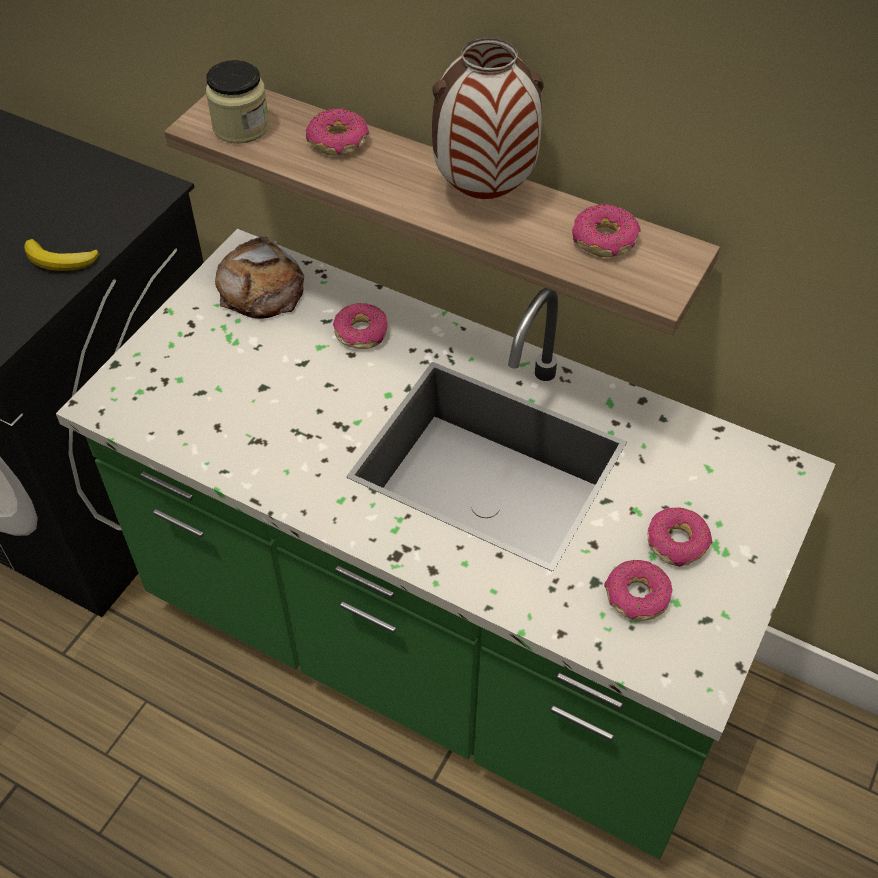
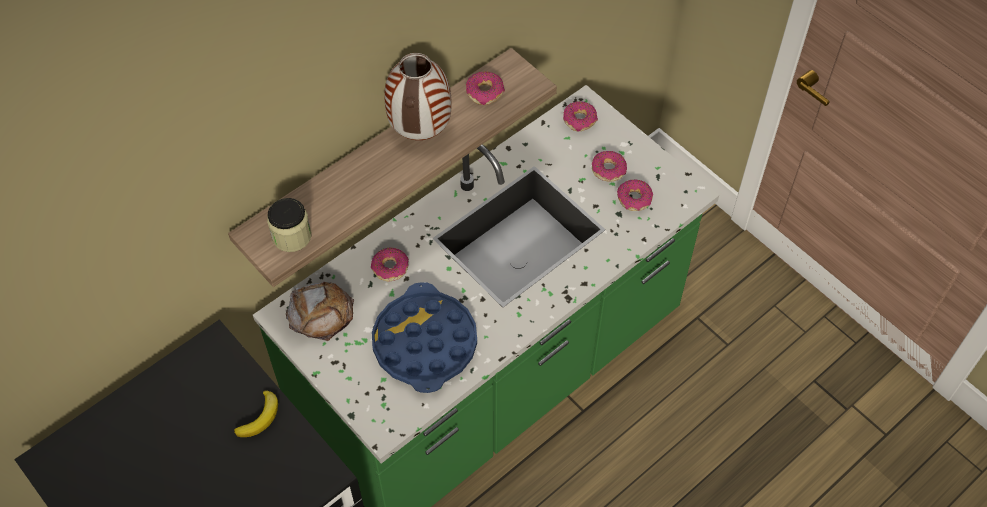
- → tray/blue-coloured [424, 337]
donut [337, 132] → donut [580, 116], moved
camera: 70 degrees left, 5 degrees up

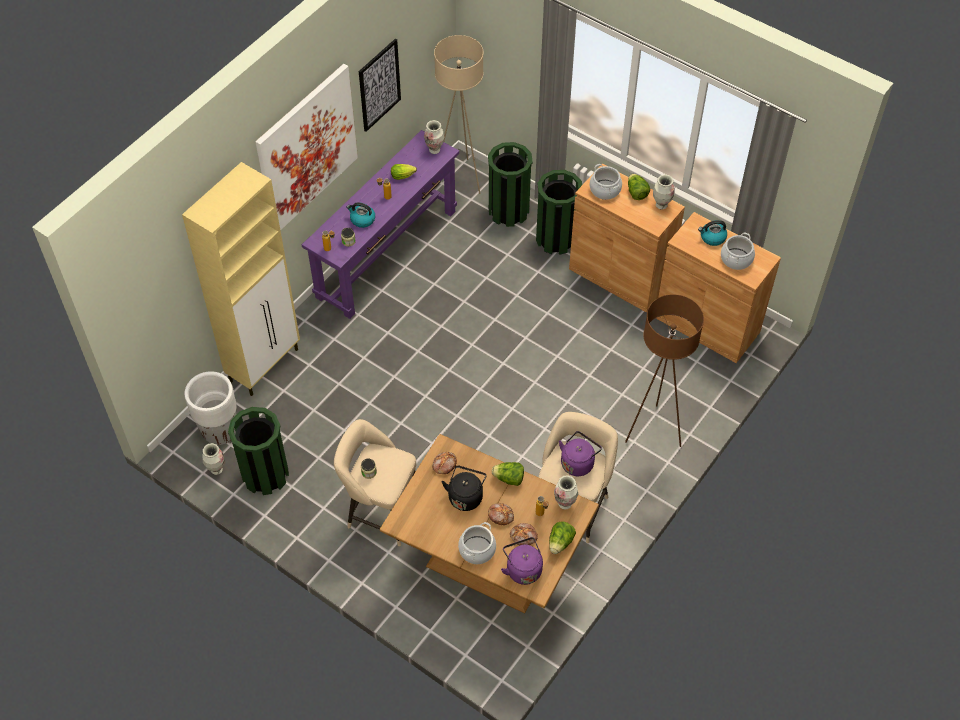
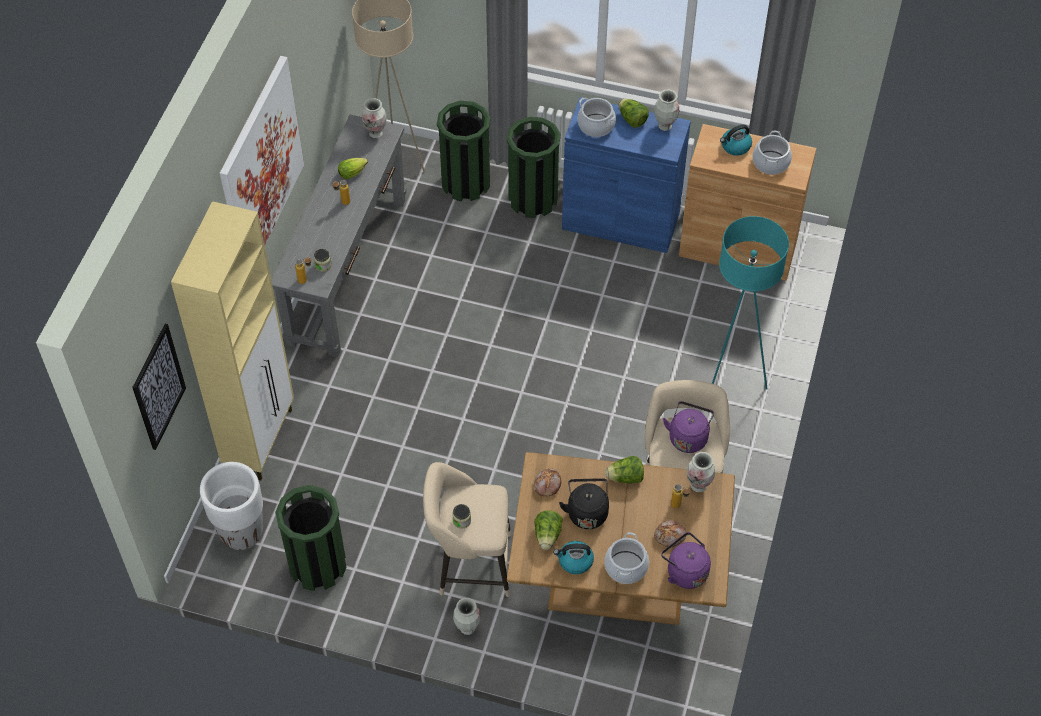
wall art [380, 85] → wall art [159, 387], moved
console table/purple [380, 224] → console table/grey [339, 236]
decorative vase [213, 459] → decorative vase [467, 616], moved
lettuce [562, 537] → lettuce [549, 530], moved
tea kettle [360, 215] → tea kettle [573, 557], moved
cupboard/brown-coloured [627, 237] → cupboard/blue-coloured [626, 175]
standard lamp/brown-coloured [664, 370] → standard lamp/turquoise-coloured [750, 303]
baked bread [501, 514] → -
camera: 20 degrees left, 0 degrees up

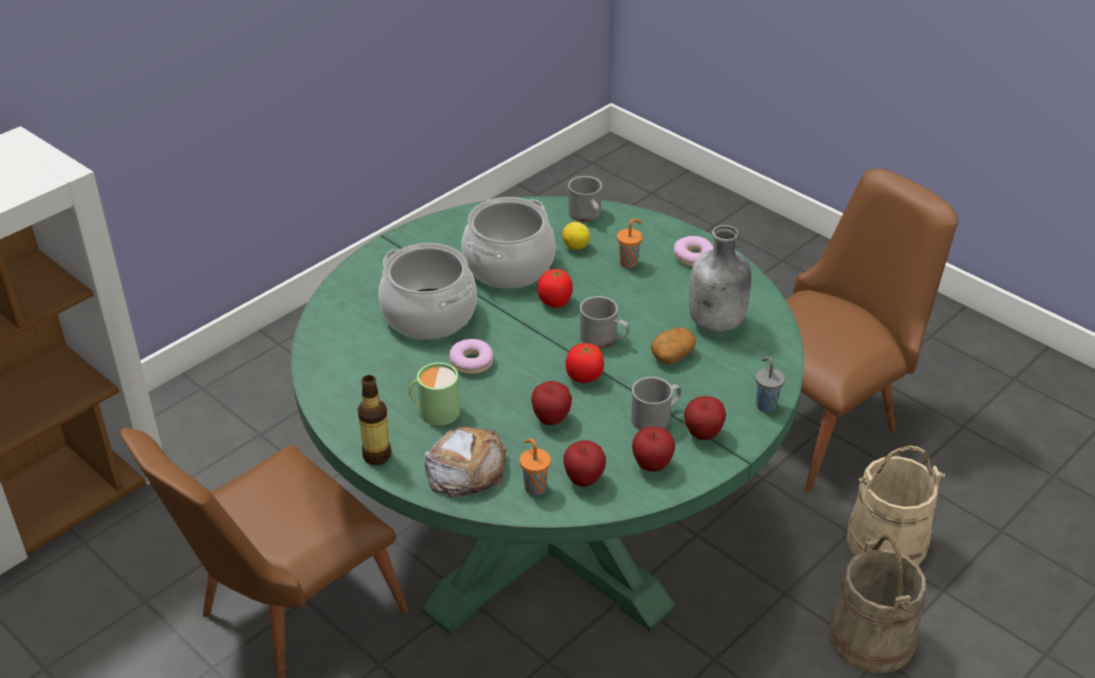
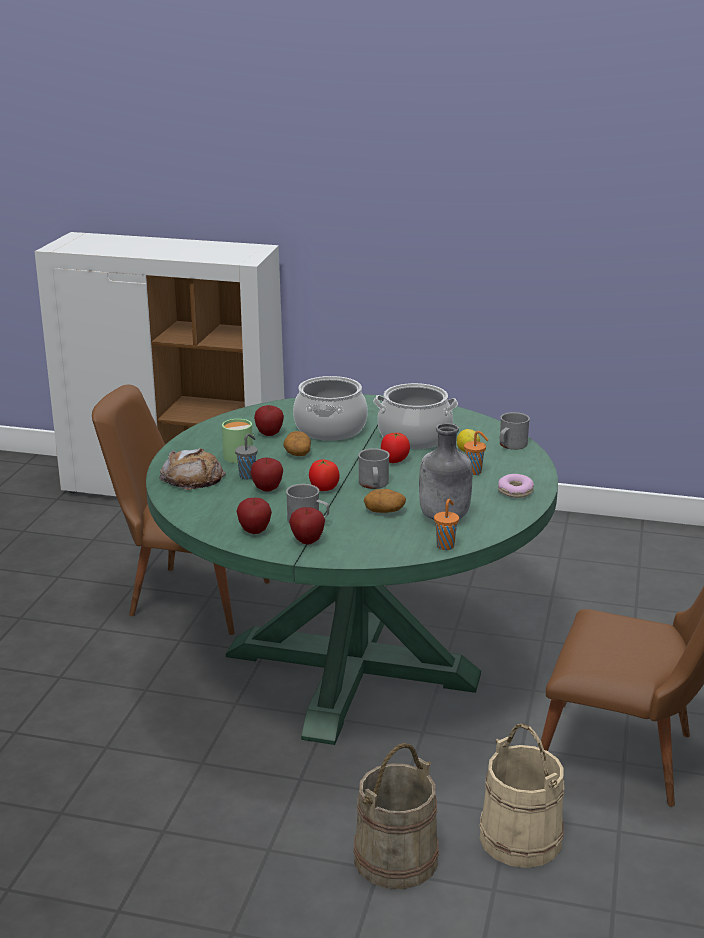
small cup/grey [770, 384] → small cup/grey [246, 456], moved
apple [584, 463] → apple [269, 420], moved
donut [471, 356] → spud [297, 443]
small cup/orange-coloured [535, 467] → small cup/orange-coloured [446, 524], moved
beverage bottle [374, 420] → -
camera: 60 degrees right, 15 degrees down

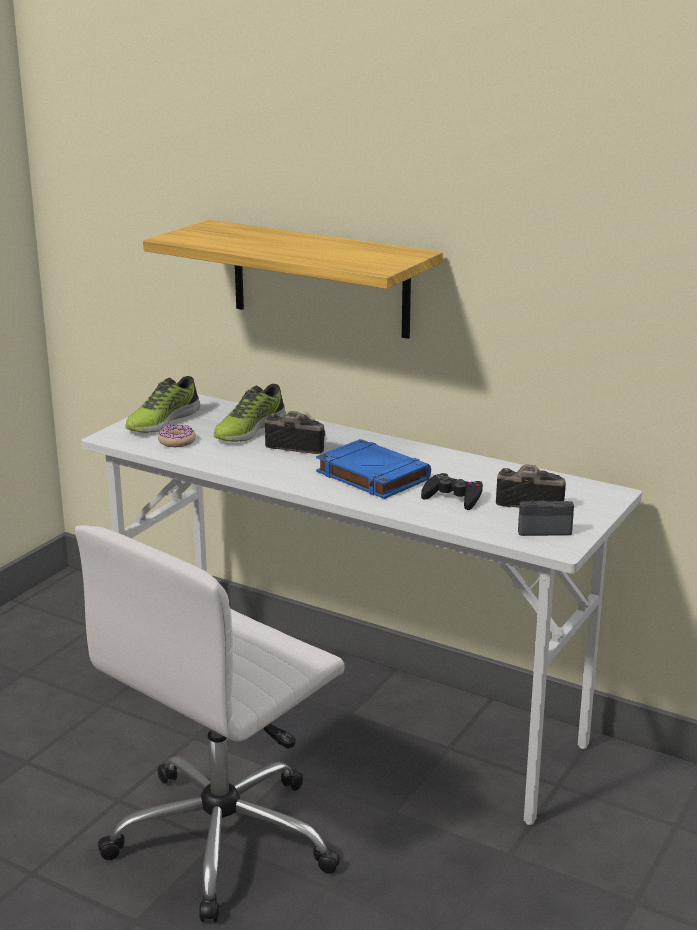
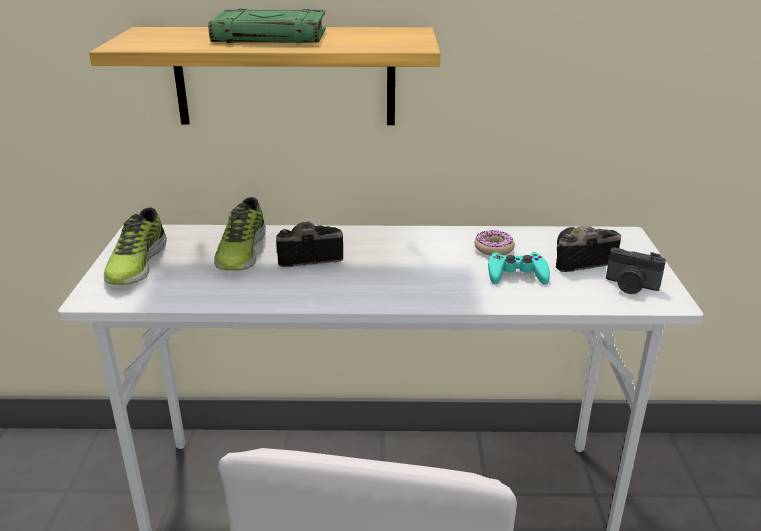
- → book/green [267, 26]
donut [177, 436] → donut [494, 243], moved
game controller/blackish [452, 491] → game controller/turquoise-coloured [519, 268]
photo camera [546, 518] → photo camera [636, 271], 120 degrees counterclockwise
book/blue-coloured [373, 469] → -
camera: 30 degrees left, 5 degrees up

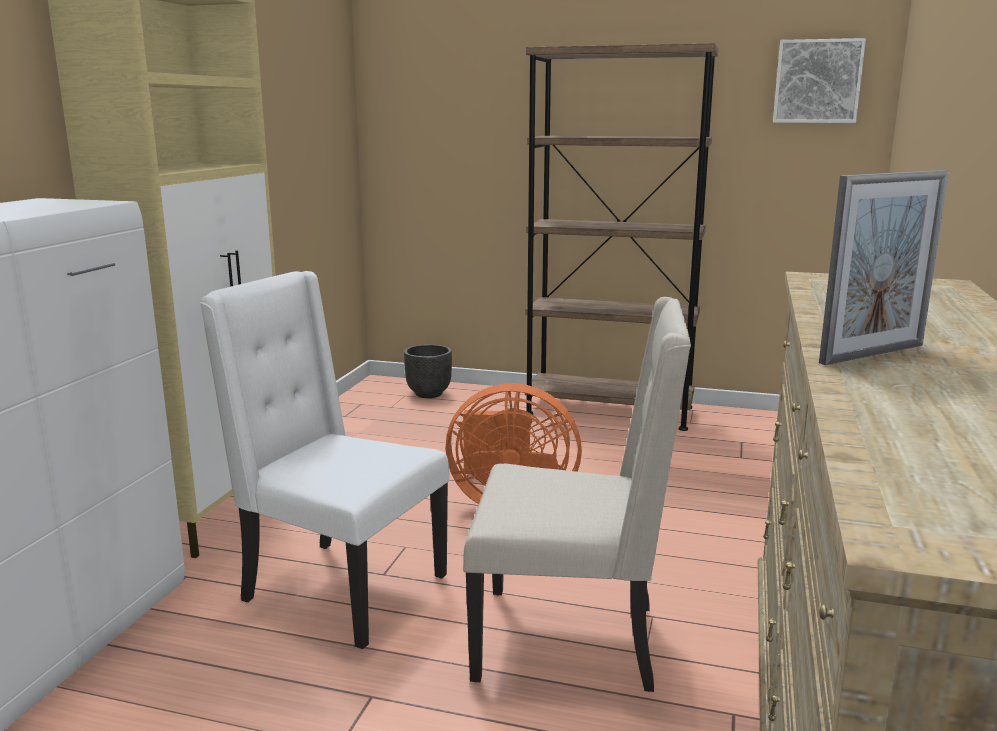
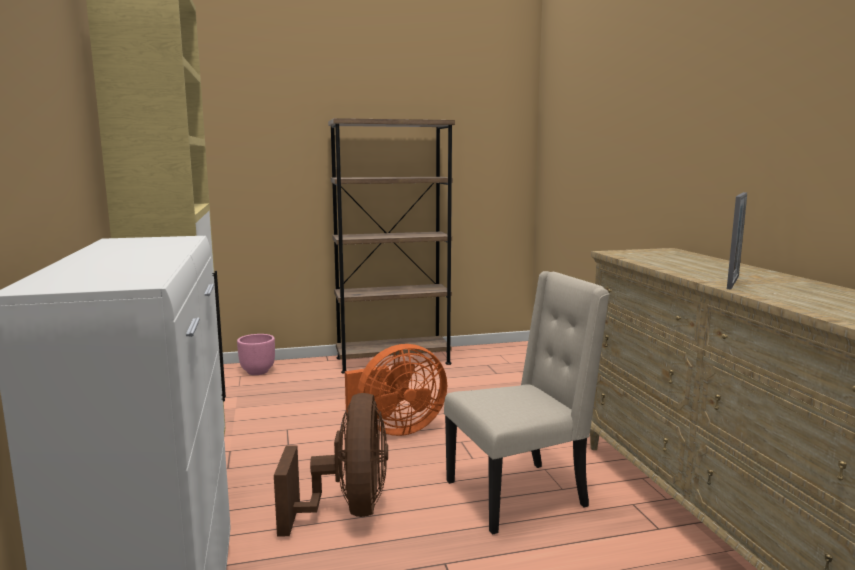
planter/blackish [428, 371] → planter/pink-coloured [256, 354]
chair/white-coloured [325, 460] → electric fan/brown-coloured [331, 465]
wall art [819, 80] → -
camera: 30 degrees left, 5 degrees down

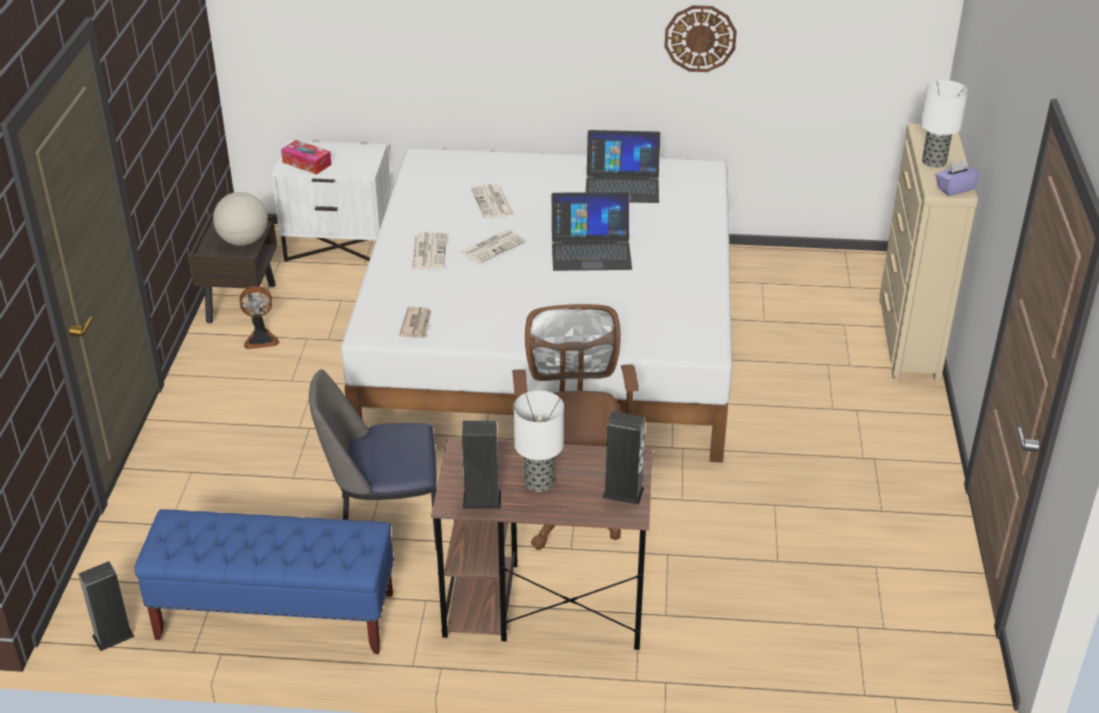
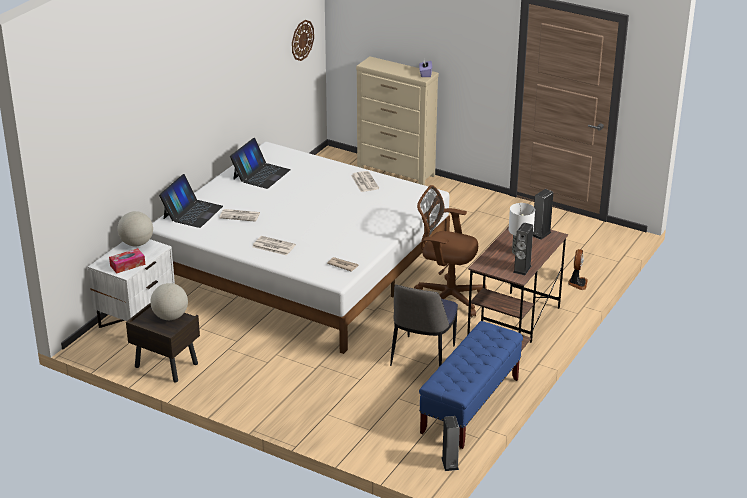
- → globe [135, 228]
portable computer [592, 231] → portable computer [191, 201], moved
clock on the wall [700, 38] → clock on the wall [303, 40], moved
printed paper [492, 246] → printed paper [365, 181], moved
electric fan [259, 317] → electric fan [578, 269], moved
tabletop lamp [944, 124] → -
camera: 65 degrees left, 5 degrees down

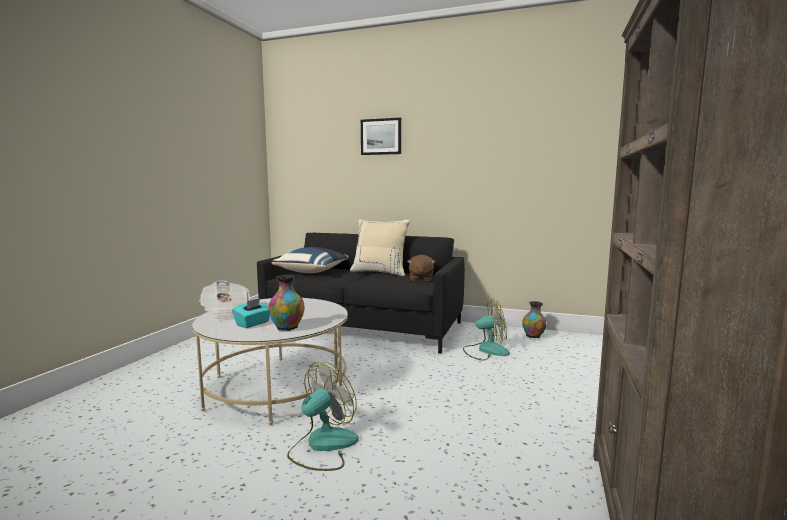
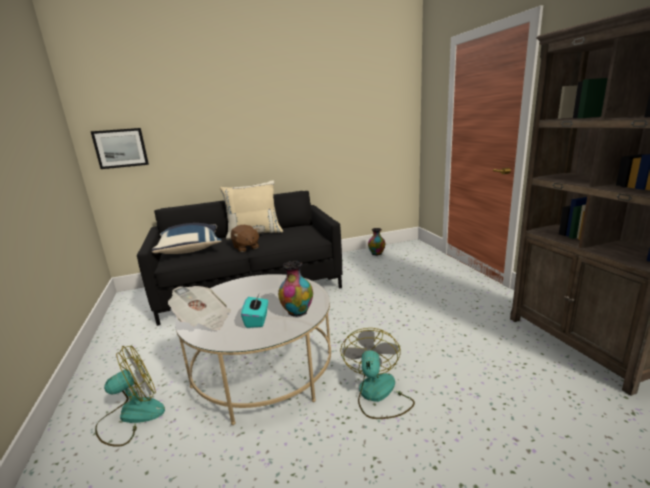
wall art [381, 136] → wall art [119, 148], moved
electric fan [486, 329] → electric fan [130, 396], moved
cuddly toy/brown-coloured [421, 268] → cuddly toy/brown-coloured [245, 238], moved
camera: 35 degrees left, 10 degrees up

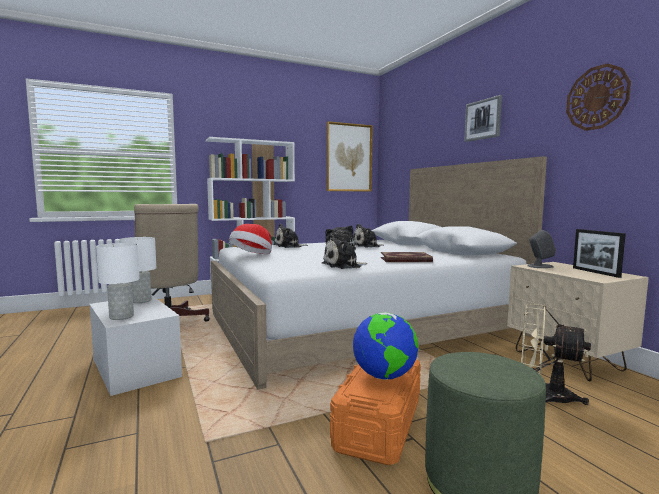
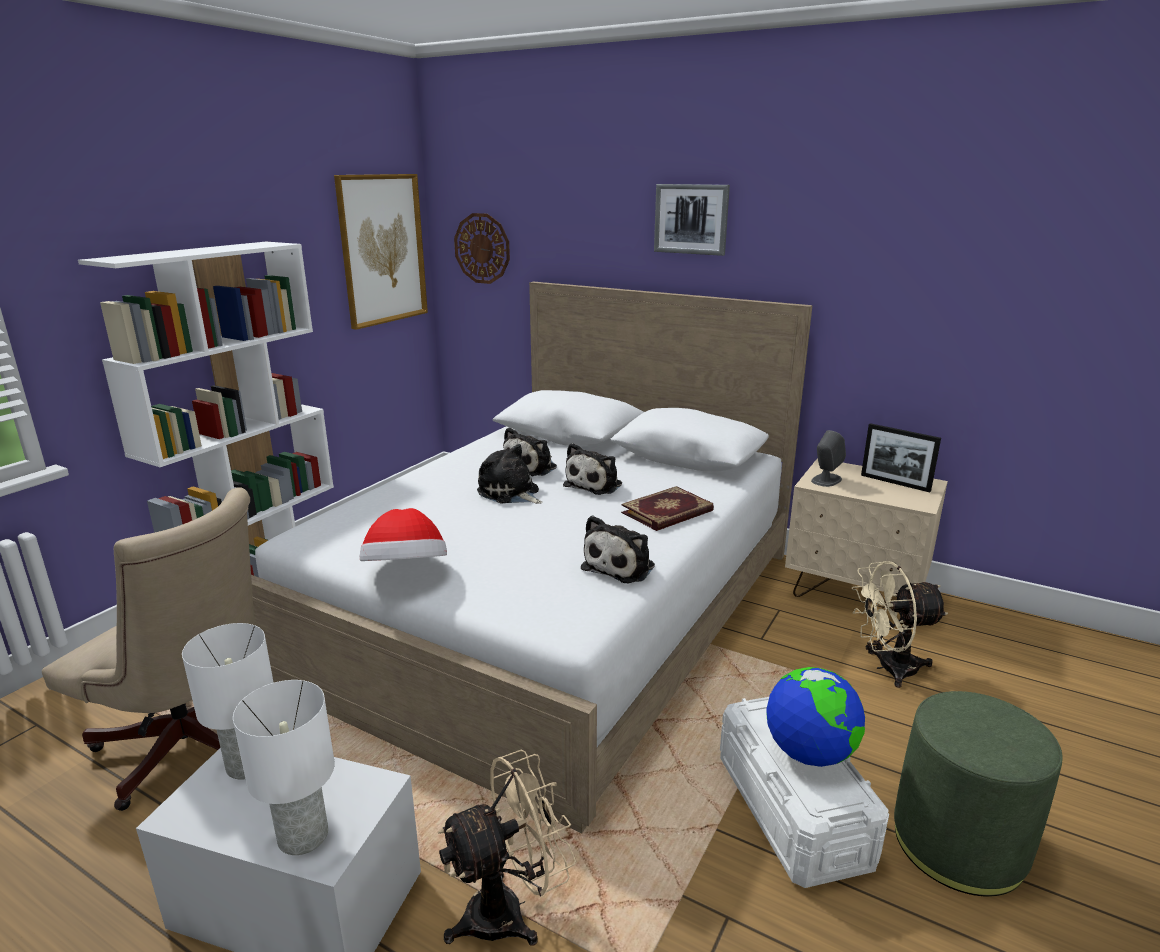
- → electric fan/beige [507, 847]
clock on the wall [598, 97] → clock on the wall [482, 248], moved
cuddly toy [291, 236] → cuddly toy [592, 469], moved
storage container/orange-coloured [375, 412] → storage container/white-coloured [804, 792]
camera: 35 degrees left, 15 degrees up

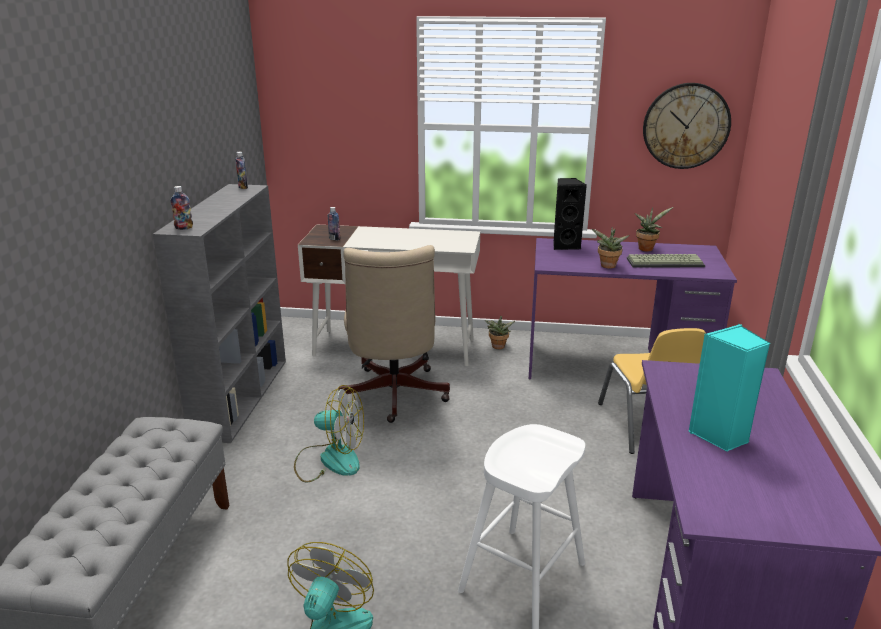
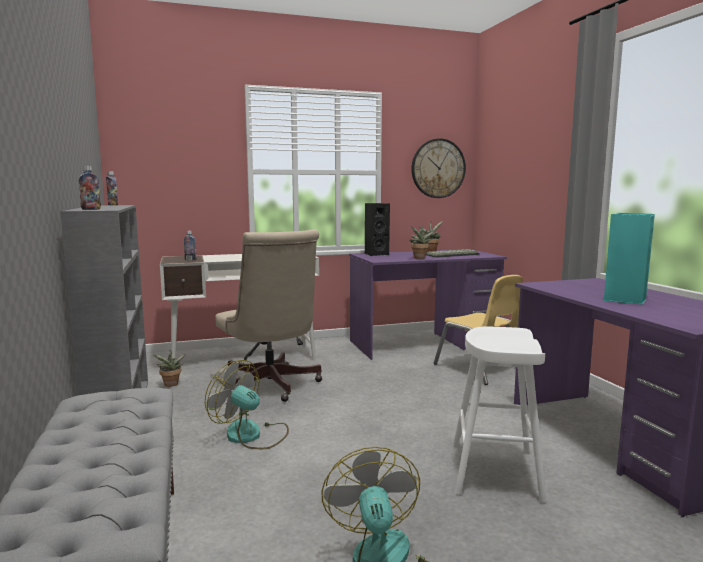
plant in a pot [499, 332] → plant in a pot [169, 368], moved
electric fan [329, 433] → electric fan [247, 404], 135 degrees counterclockwise
camera: 25 degrees left, 15 degrees down

